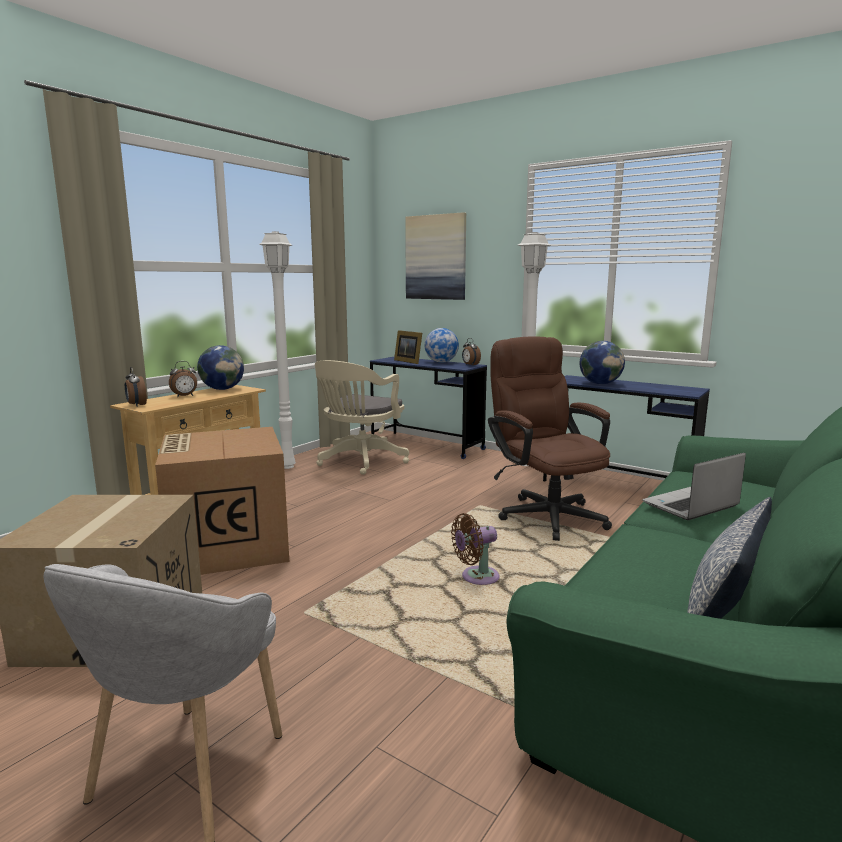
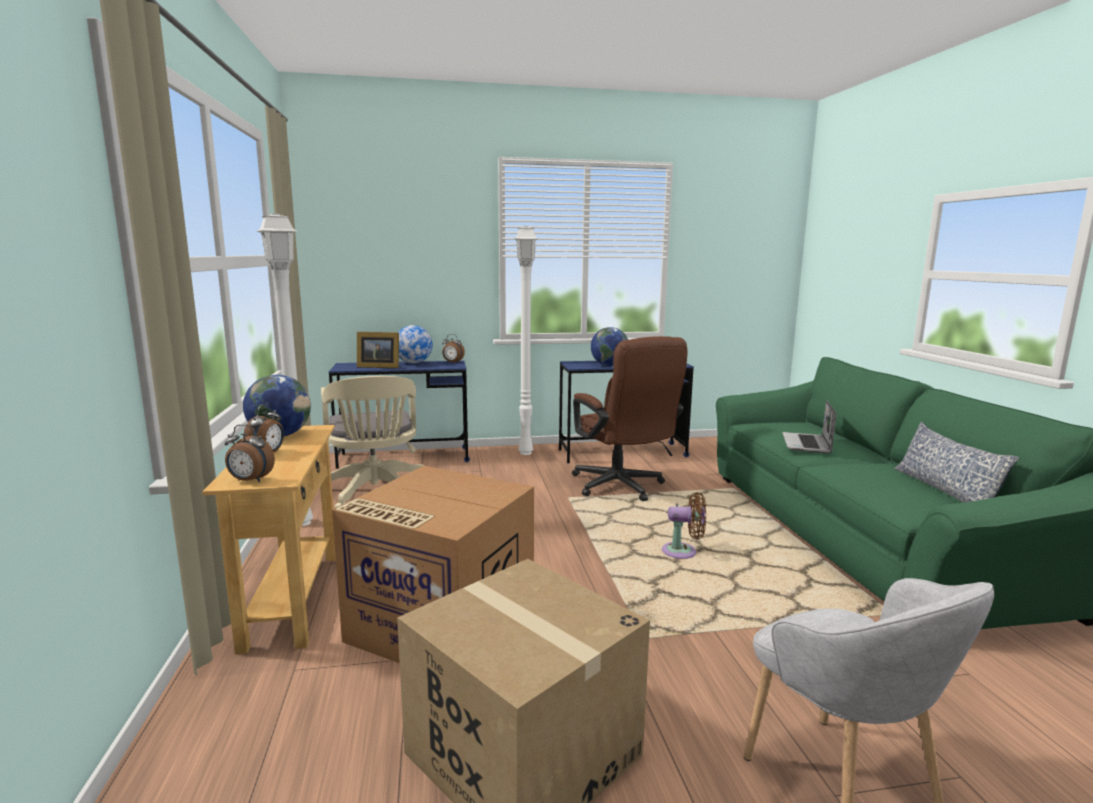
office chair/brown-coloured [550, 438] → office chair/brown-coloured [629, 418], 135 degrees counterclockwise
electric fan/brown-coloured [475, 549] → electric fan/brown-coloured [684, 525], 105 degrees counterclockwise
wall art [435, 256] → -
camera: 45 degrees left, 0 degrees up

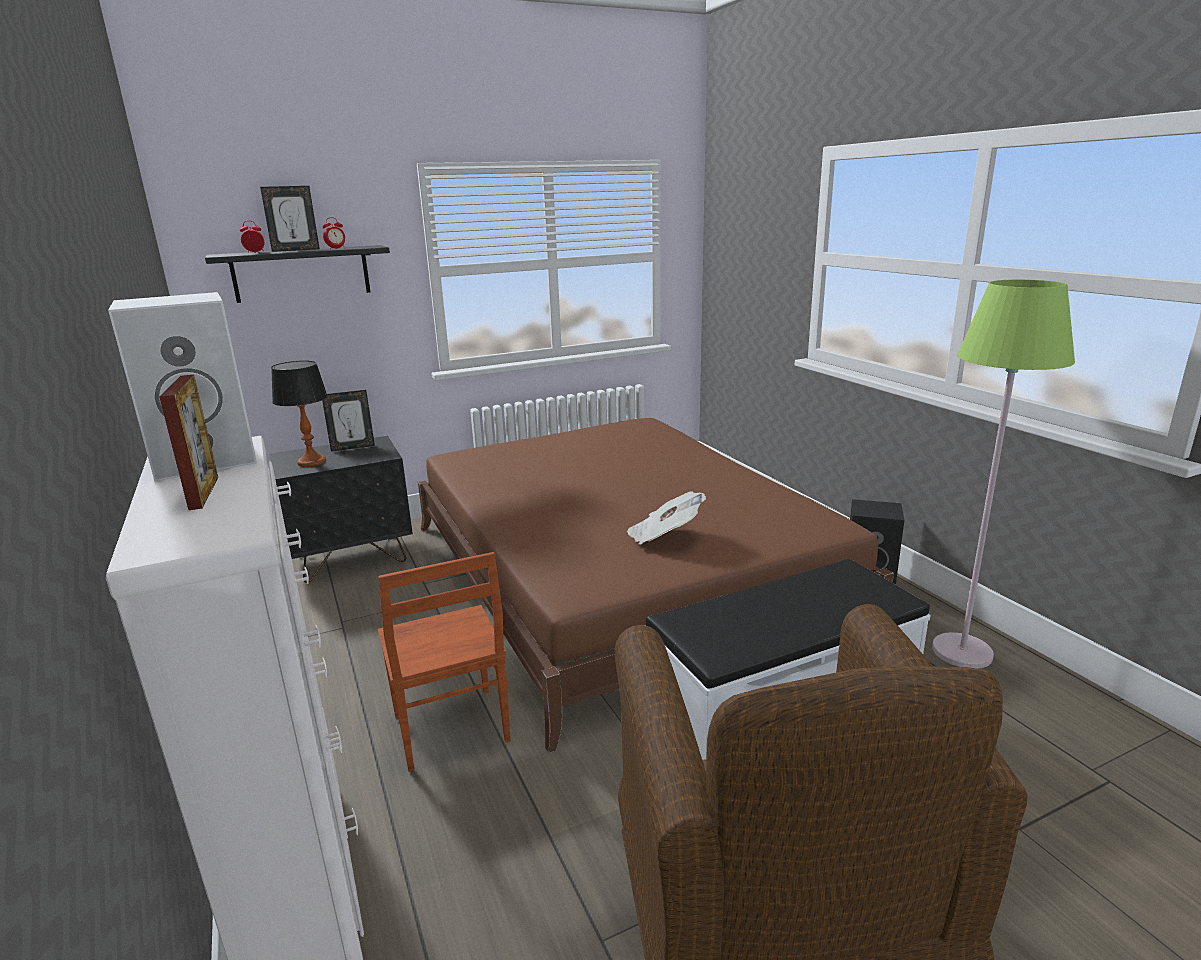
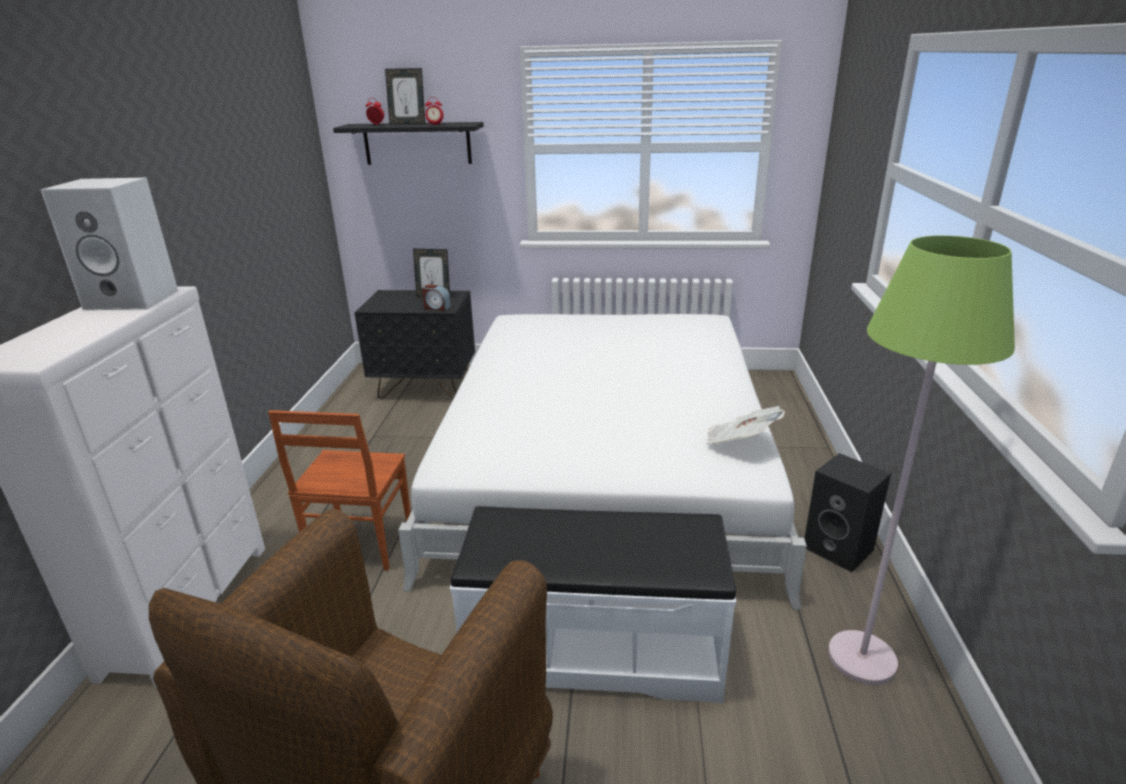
bedroom bed/brown-coloured [656, 585] → bedroom bed/white-coloured [602, 462]
- → bedside clock [436, 297]
printed paper [666, 518] → printed paper [745, 425], moved
standing frame [188, 442] → -
tabletop lamp [299, 414] → -
camera: 30 degrees right, 5 degrees up

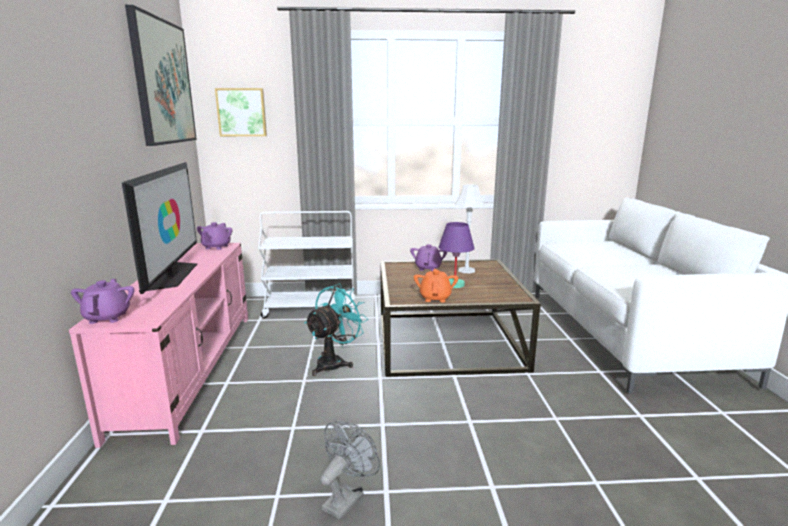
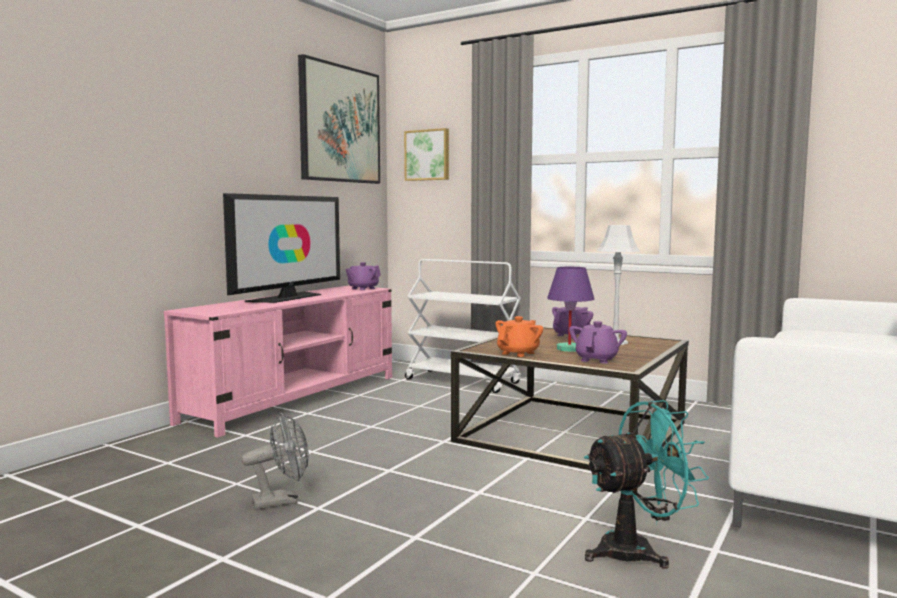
tea pot/purple [102, 301] → tea pot/purple [598, 342], moved
electric fan/turquoise-coloured [336, 330] → electric fan/turquoise-coloured [646, 484], moved
camera: 35 degrees right, 10 degrees down

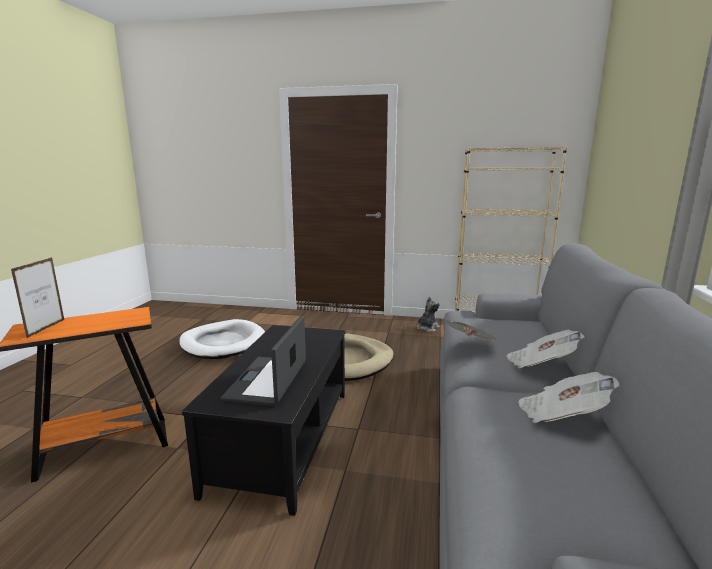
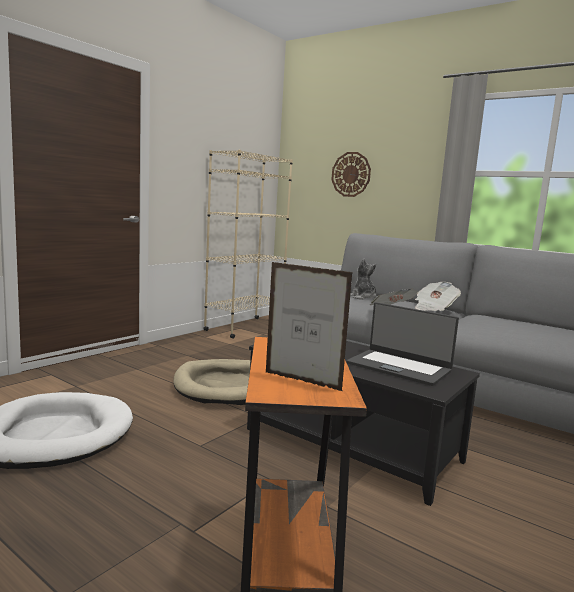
- → clock on the wall [351, 174]
cuddly toy [428, 314] → cuddly toy [363, 279], moved
printed paper [569, 397] → -
camera: 65 degrees left, 5 degrees down

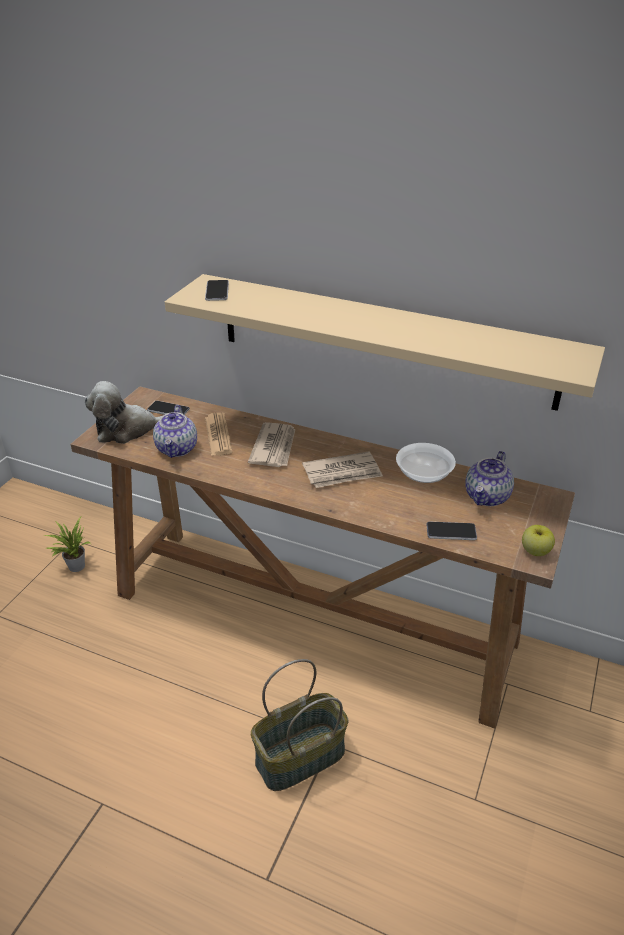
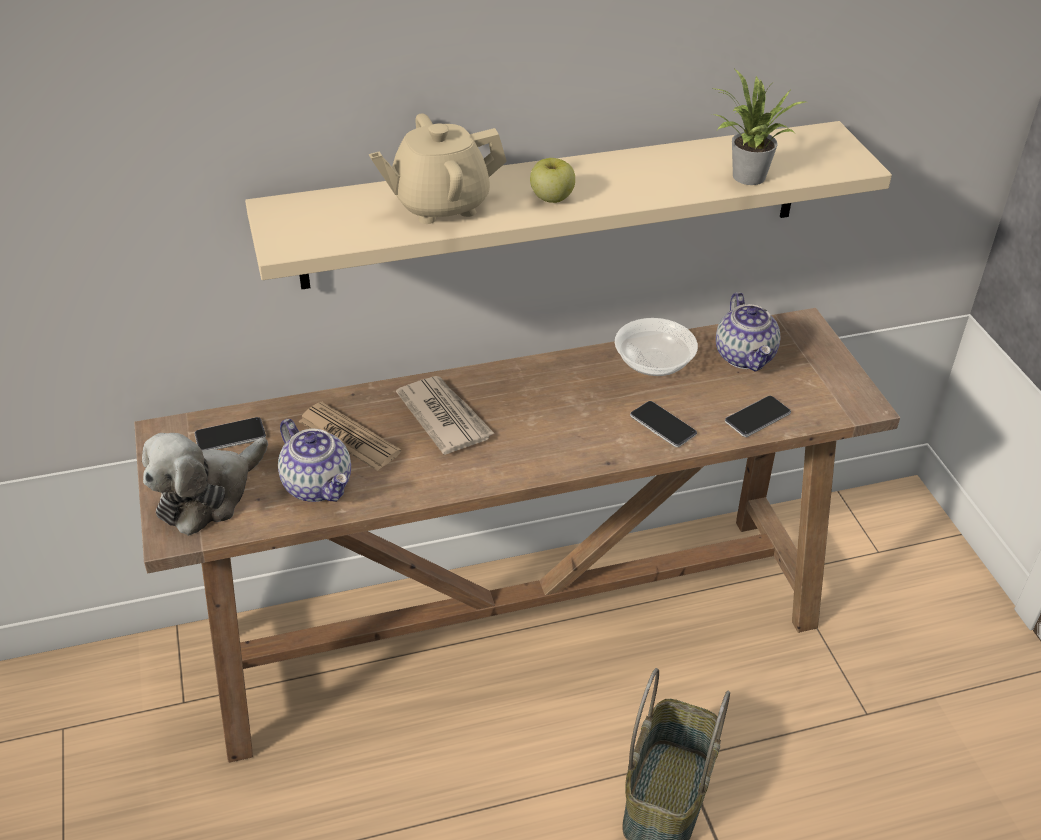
- → tea pot/beige [438, 168]
apple [538, 540] → apple [552, 180], moved
handset [217, 290] → handset [663, 424], moved
plant in a pot [68, 544] → plant in a pot [758, 127], moved
printed paper [342, 470] → -
camera: 40 degrees left, 5 degrees up

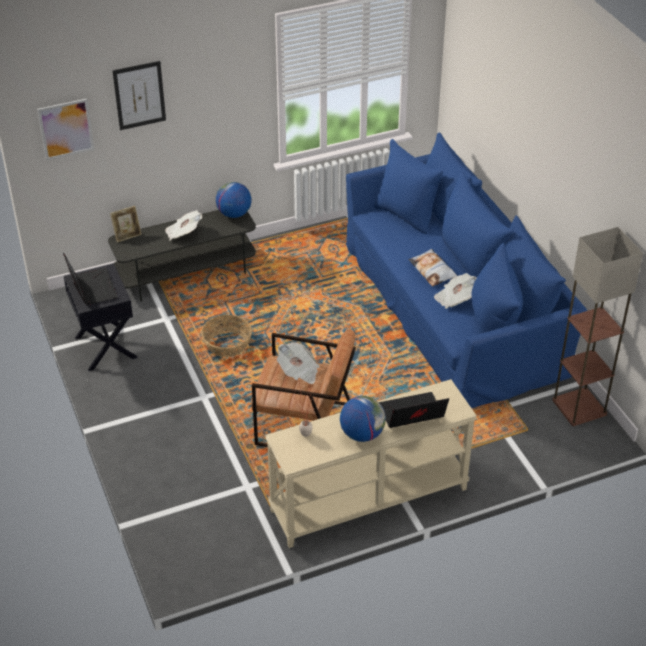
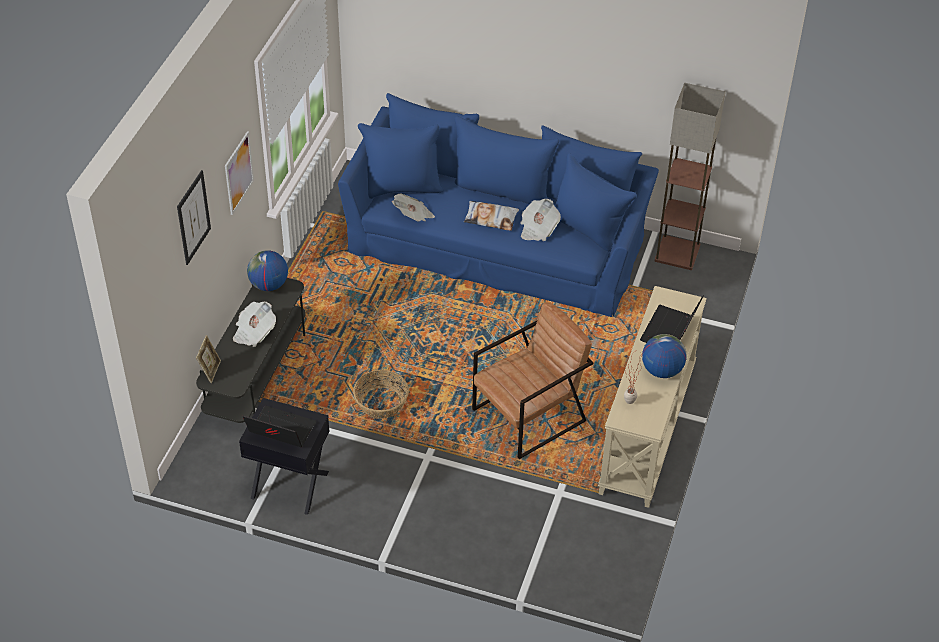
wall art [66, 129] → wall art [239, 173], moved
printed paper [298, 363] → printed paper [413, 208], moved
camera: 50 degrees left, 5 degrees up

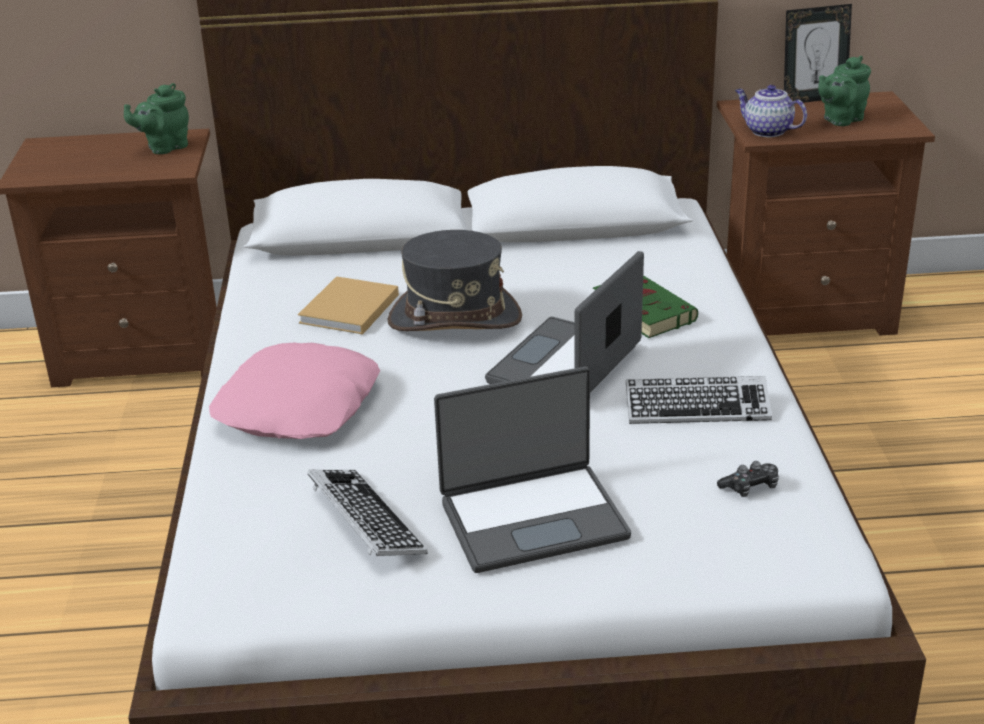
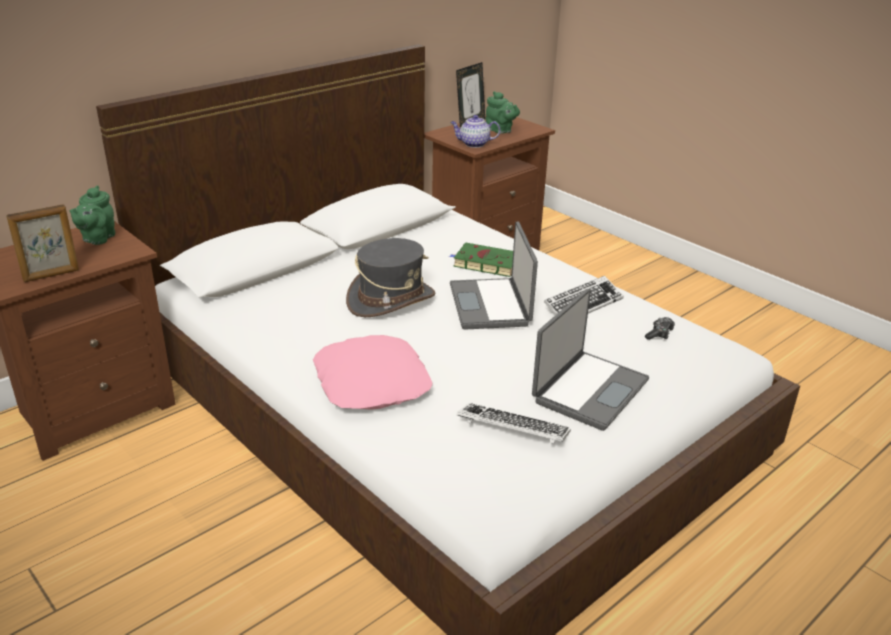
- → standing frame [42, 243]
tea pot/green [844, 91] → tea pot/green [502, 112], 60 degrees counterclockwise
book/beige [348, 305] → -
camera: 40 degrees left, 0 degrees up

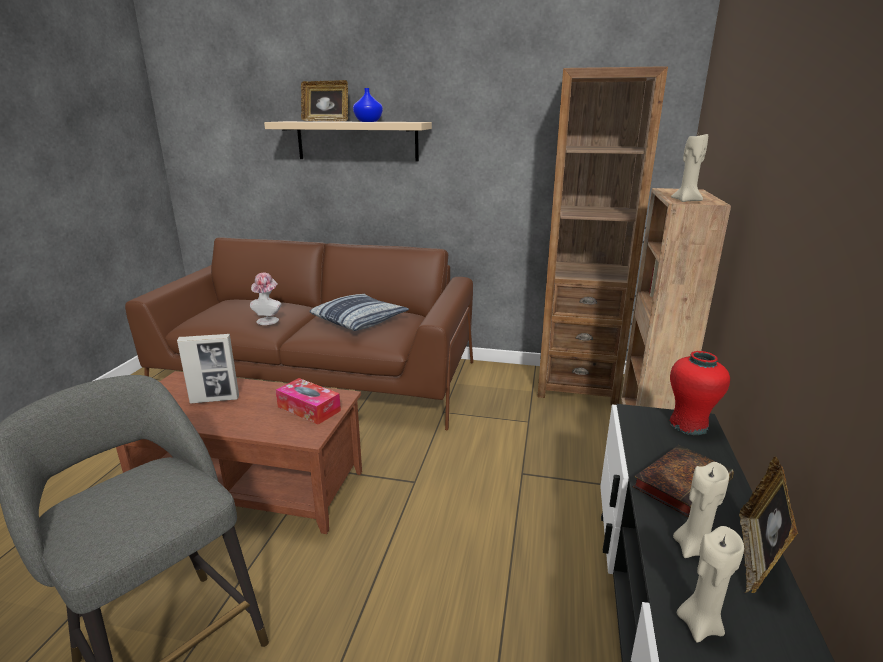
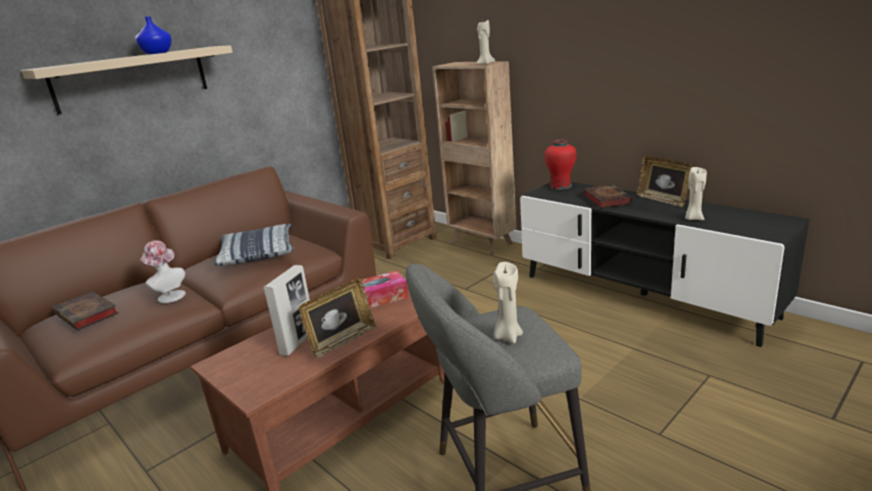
- → book [85, 311]
standing frame [324, 101] → standing frame [338, 318], moved
candle/beige [701, 510] → candle/beige [508, 303], moved
camera: 55 degrees left, 0 degrees up

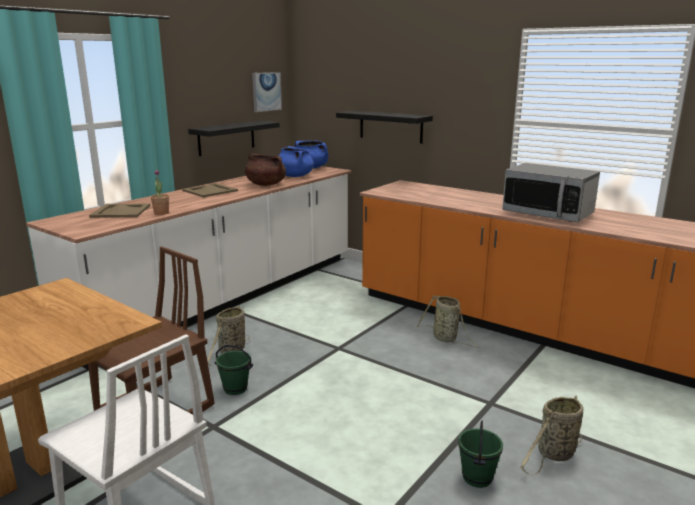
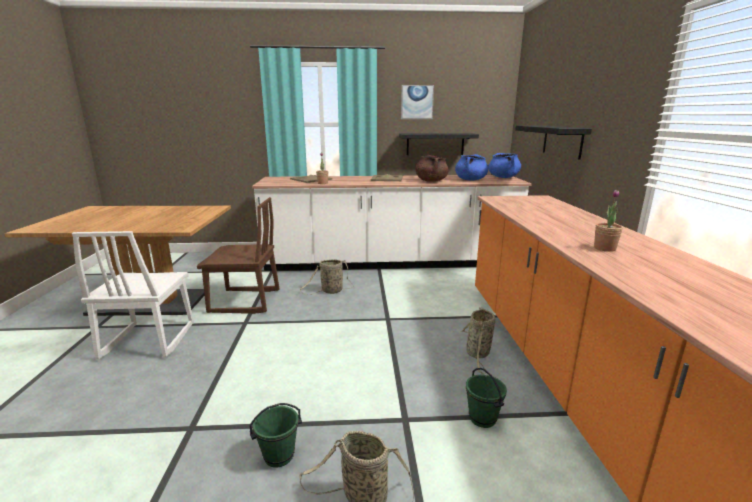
wall art [267, 92] → wall art [417, 102], moved
bucket/green [234, 370] → bucket/green [486, 398], moved
microwave [551, 192] → plant in a pot [608, 221]
camera: 50 degrees right, 0 degrees up

